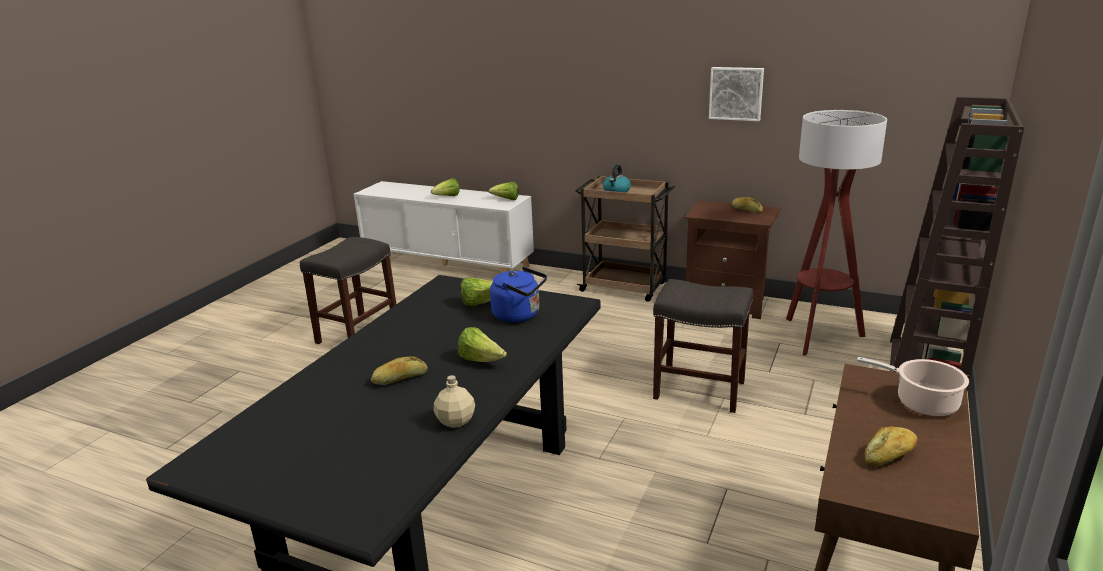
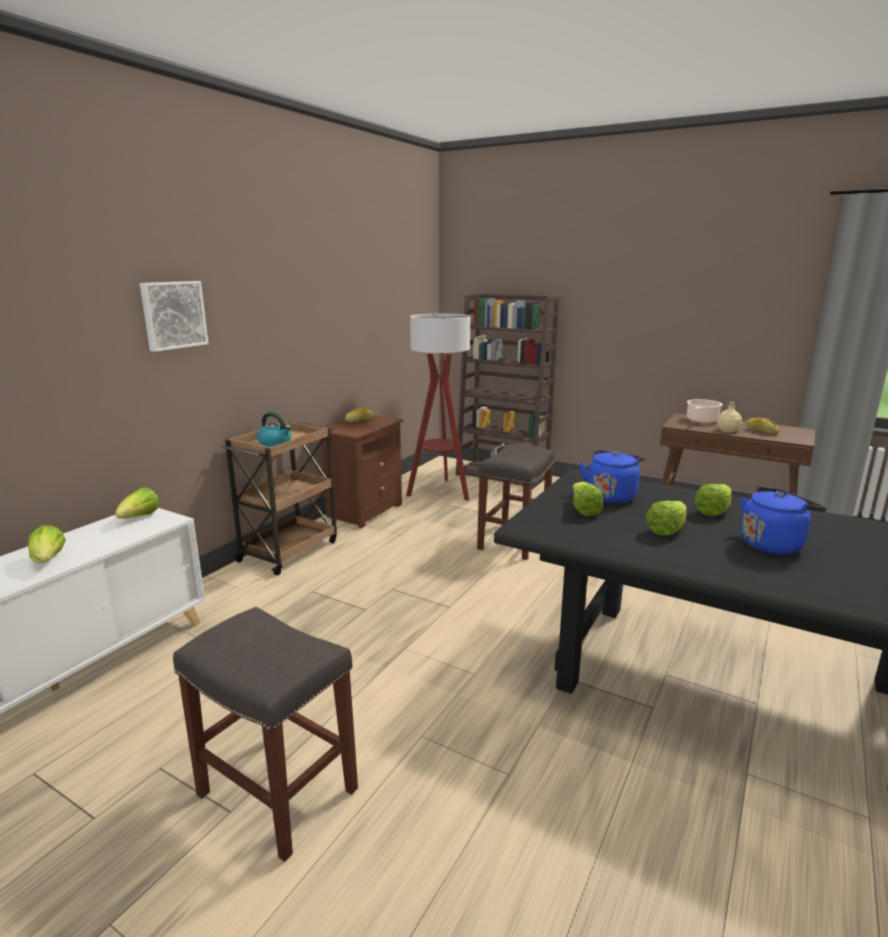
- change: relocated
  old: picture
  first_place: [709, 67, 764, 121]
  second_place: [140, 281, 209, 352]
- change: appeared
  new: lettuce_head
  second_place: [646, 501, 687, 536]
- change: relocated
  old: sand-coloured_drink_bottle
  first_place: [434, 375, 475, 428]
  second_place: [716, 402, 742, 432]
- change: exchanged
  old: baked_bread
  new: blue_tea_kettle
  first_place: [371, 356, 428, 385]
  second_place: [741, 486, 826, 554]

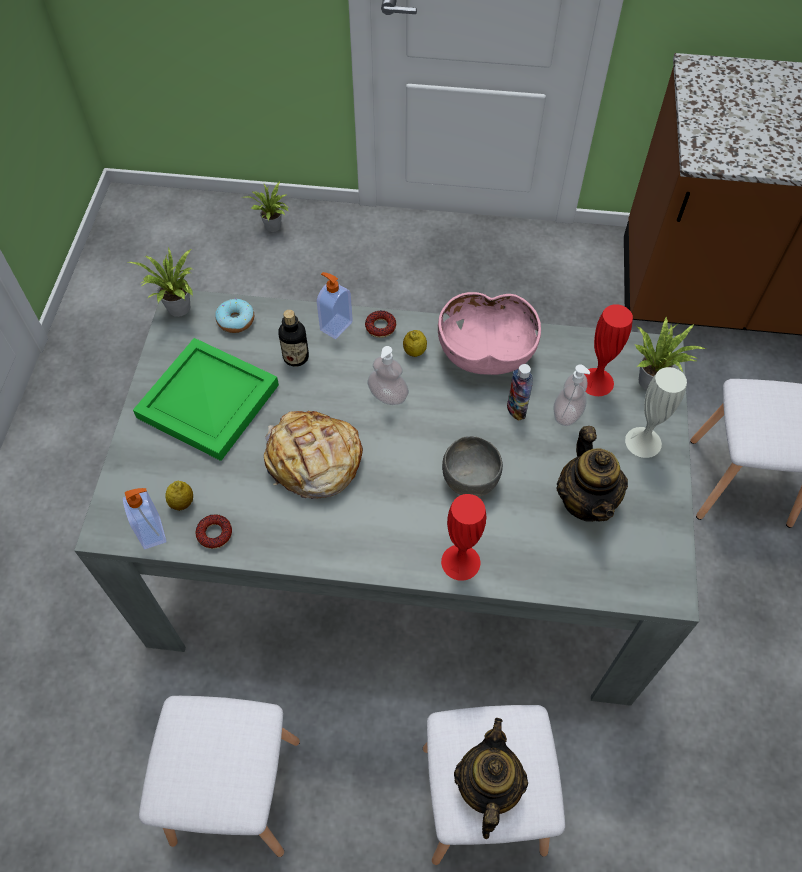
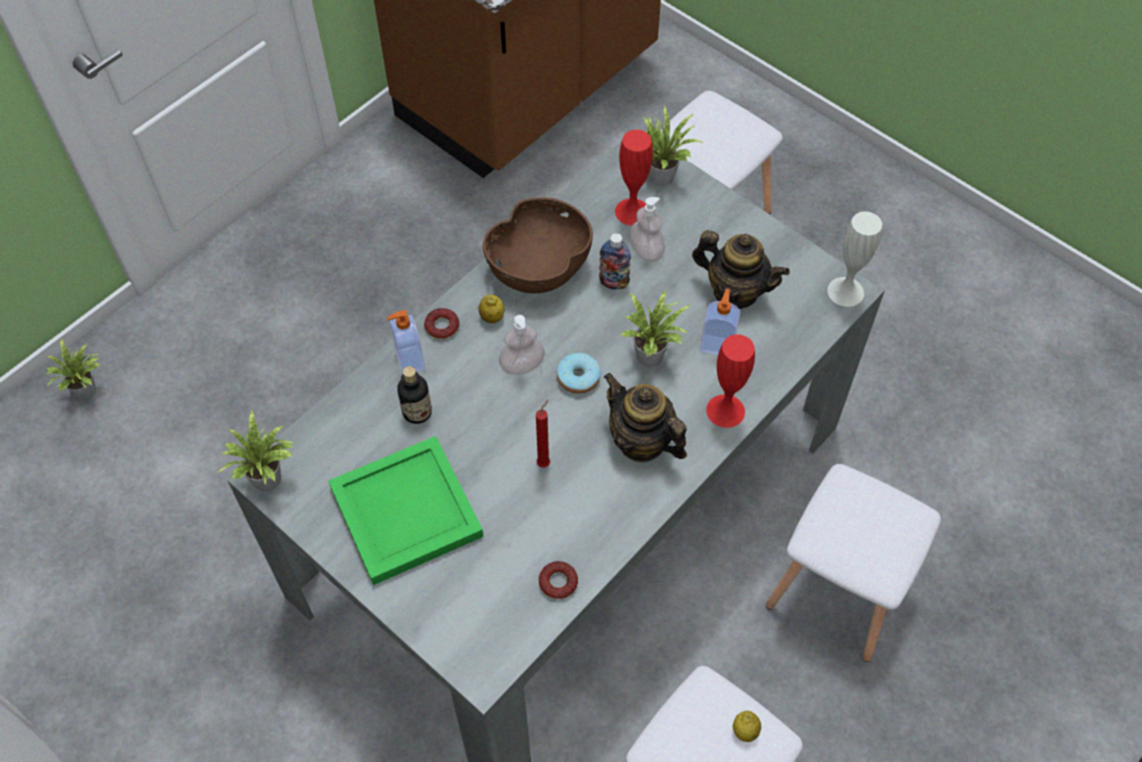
- change: colour
  old: pink_bowl
  new: brownish_bowl
  first_place: [438, 292, 541, 375]
  second_place: [483, 197, 593, 293]
- change: exchanged
  old: baked_bread
  new: reddish_wax_candle
  first_place: [264, 411, 363, 499]
  second_place: [536, 400, 550, 468]
- change: relocated
  old: ring_doughnut
  first_place: [216, 298, 254, 333]
  second_place: [557, 353, 601, 394]
- change: relocated
  old: teapot
  first_place: [454, 718, 528, 839]
  second_place: [604, 373, 687, 462]
- change: exchanged
  old: gray_bowl
  new: houseplant
  first_place: [442, 436, 503, 497]
  second_place: [620, 290, 691, 367]
- change: relocated
  old: soap_dispenser
  first_place: [123, 488, 166, 549]
  second_place: [700, 289, 741, 355]
- change: relocated
  old: lemon
  first_place: [165, 481, 193, 511]
  second_place: [733, 711, 761, 742]
- change: relocated
  old: whitish_decorative_vase
  first_place: [625, 367, 687, 458]
  second_place: [827, 211, 882, 307]

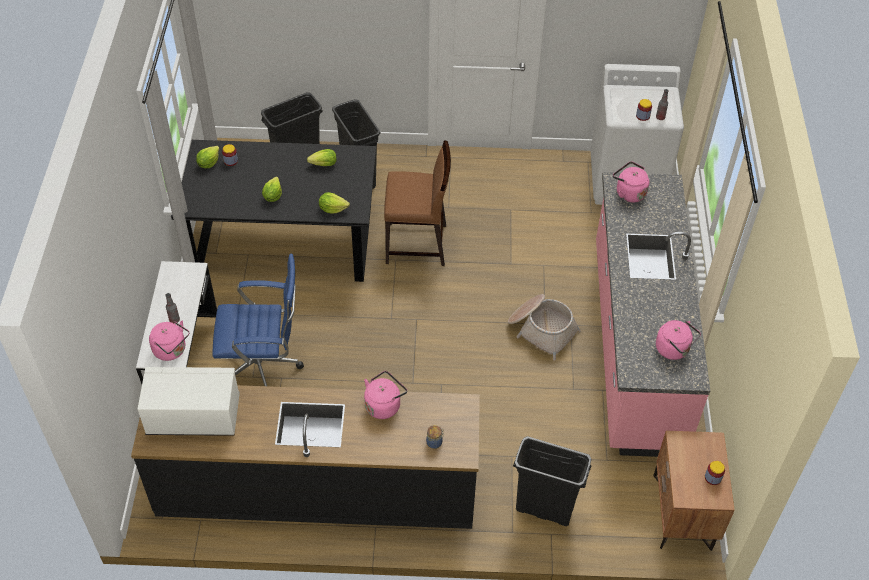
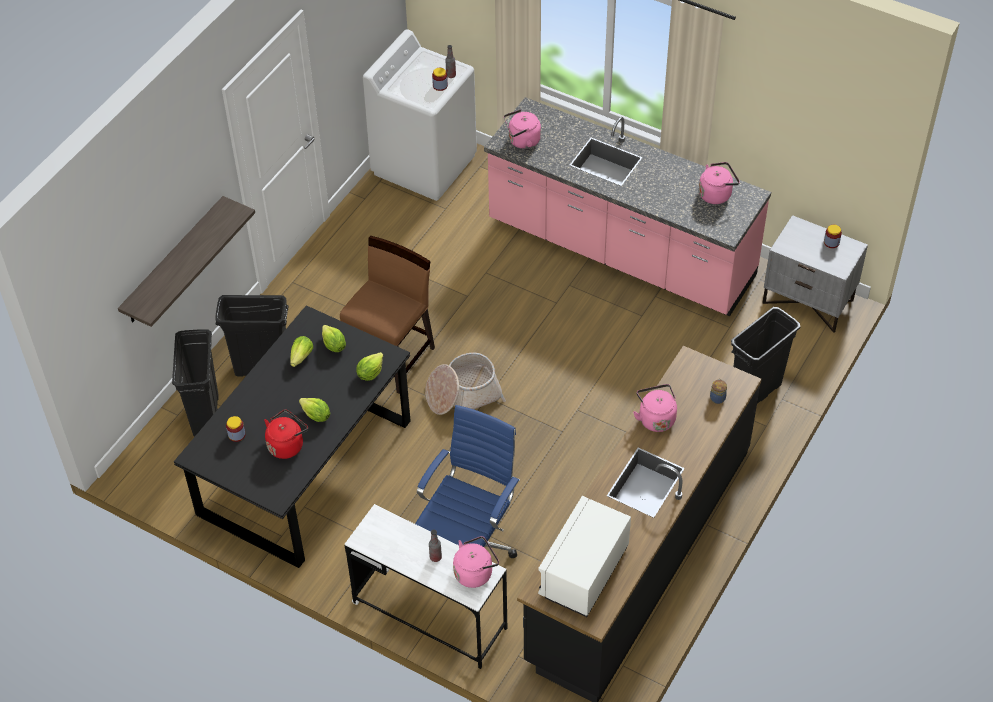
- change: appeared
  new: bracket_shelf
  second_place: [118, 196, 255, 327]
- change: appeared
  new: reddish_tea_kettle
  second_place: [264, 409, 308, 459]
- change: relocated
  old: lettuce_head
  first_place: [196, 146, 219, 168]
  second_place: [322, 325, 346, 352]
- change: relocated
  old: basket
  first_place: [508, 294, 581, 361]
  second_place: [425, 353, 506, 415]
- change: colour
  old: brownish_night_table
  new: gray_night_table
  first_place: [653, 431, 735, 551]
  second_place: [763, 215, 868, 333]

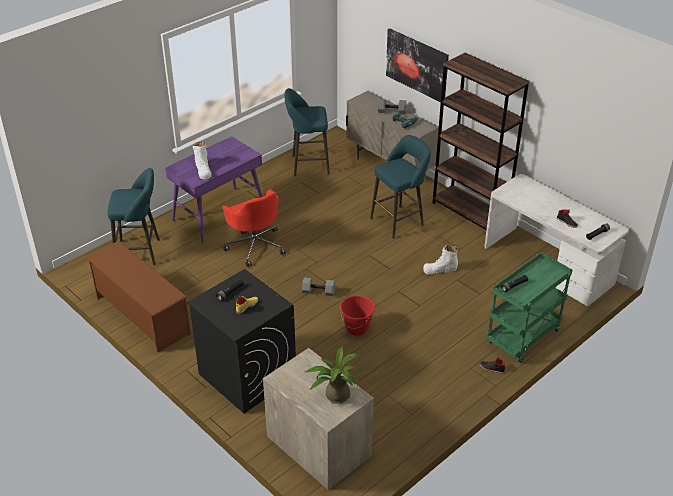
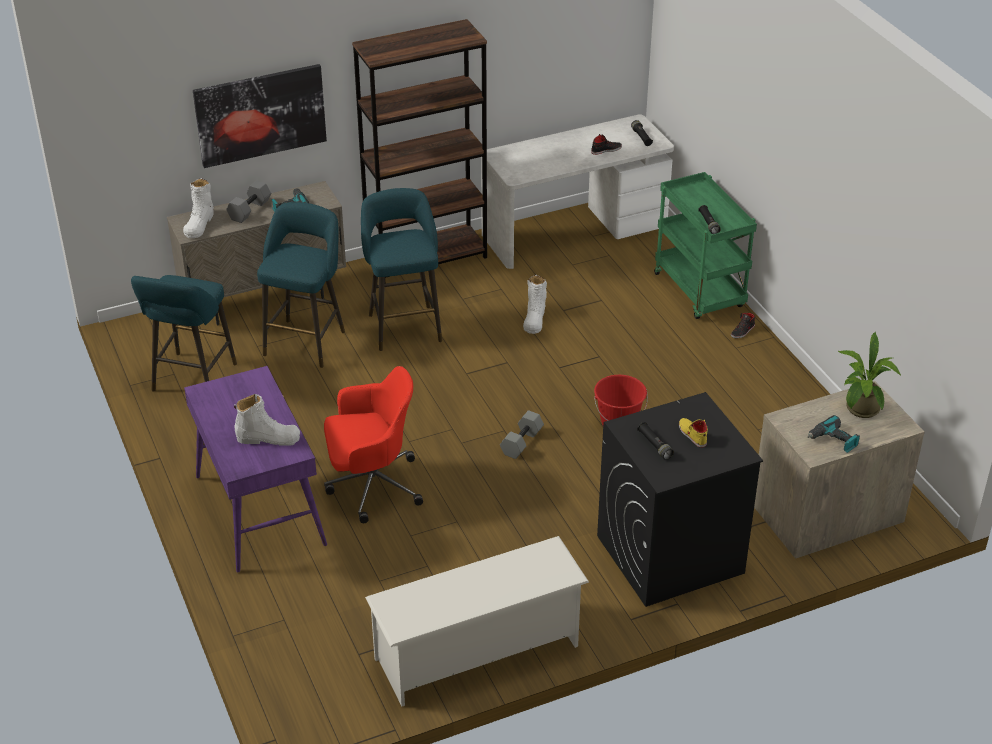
- change: appeared
  new: whitish_tall_boot
  second_place: [183, 178, 214, 238]
- change: relocated
  old: turquoise-coloured_stool_seat
  first_place: [107, 168, 160, 265]
  second_place: [257, 202, 345, 368]
- change: colour
  old: brownish_shoe_stand
  new: whitish_shoe_stand
  first_place: [86, 241, 191, 353]
  second_place: [365, 536, 589, 706]
- change: appeared
  new: electric_drill
  second_place: [807, 415, 860, 453]

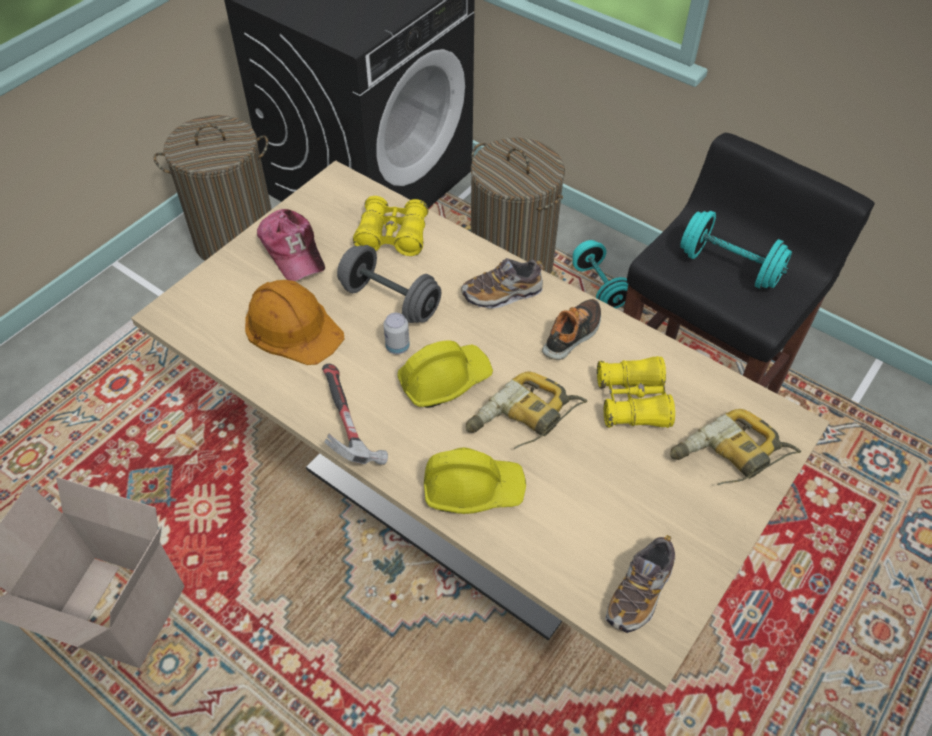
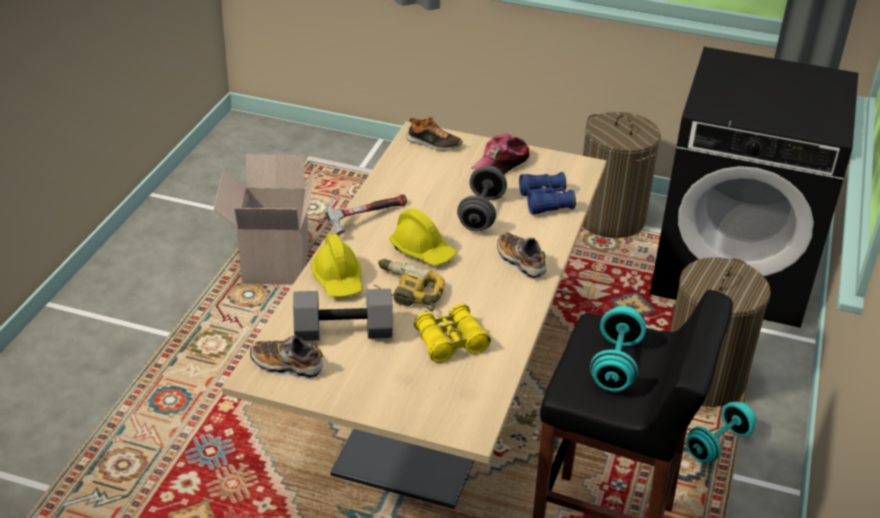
- change: appeared
  new: gray_dumbbell
  second_place: [293, 289, 393, 341]
- change: relocated
  old: shoe
  first_place: [542, 299, 601, 360]
  second_place: [406, 117, 463, 151]
- change: colour
  old: yellow-coloured_pair_of_binoculars
  new: blue_pair_of_binoculars
  first_place: [353, 196, 428, 256]
  second_place: [519, 172, 576, 215]
- change: missing
  old: orange_safety_helmet
  first_place: [245, 280, 344, 365]
- change: missing
  old: metal_can
  first_place: [383, 313, 410, 354]
- change: missing
  old: electric_drill
  first_place: [670, 409, 801, 485]

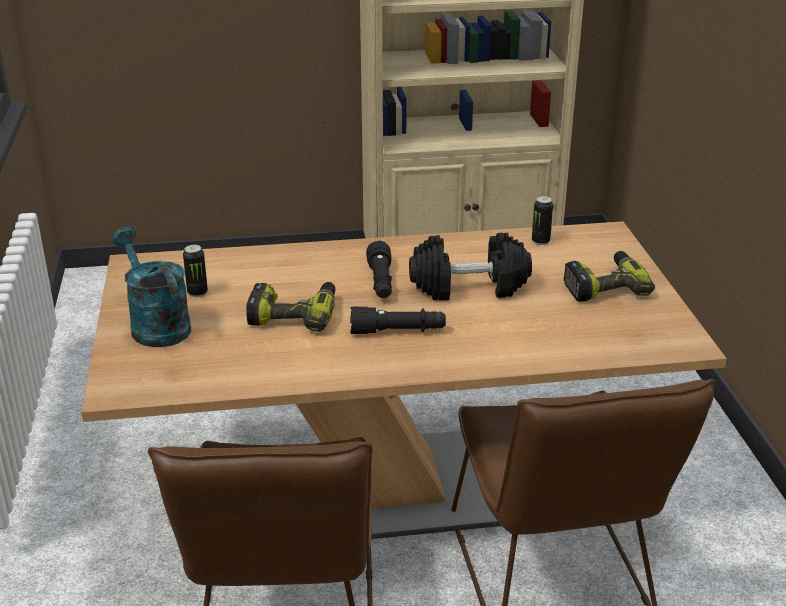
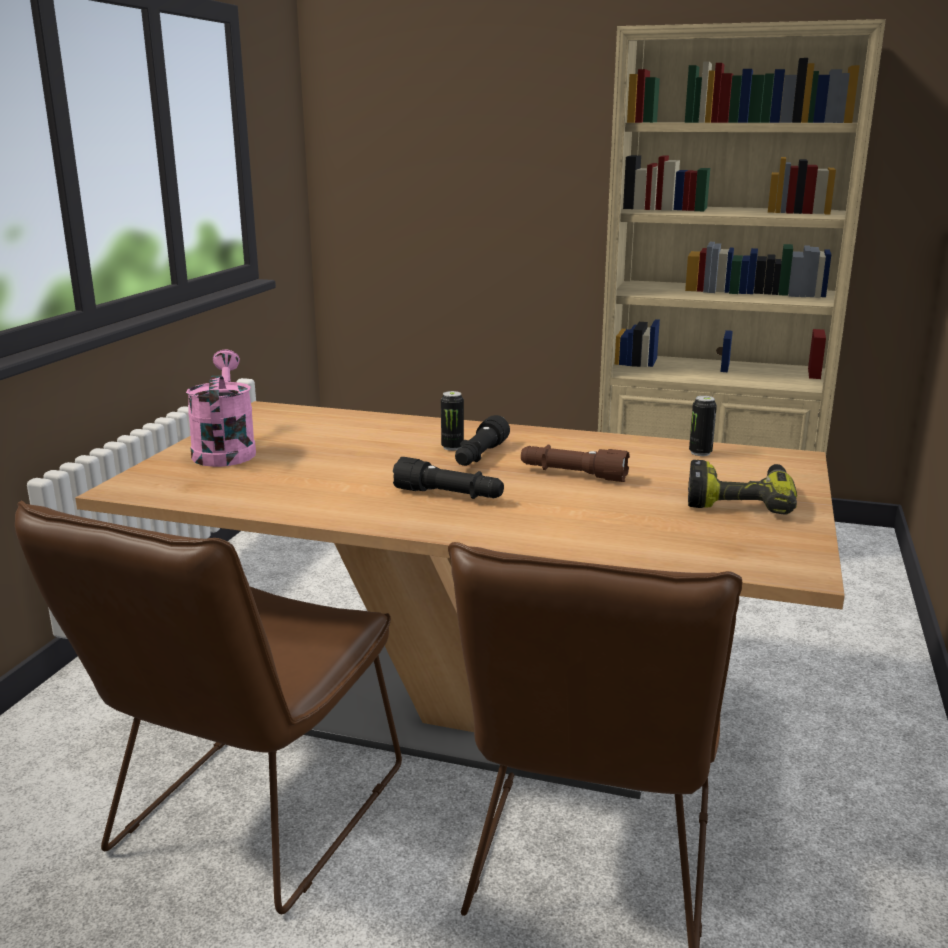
- change: colour
  old: turquoise-coloured_watering_pot
  new: pink_watering_pot
  first_place: [111, 227, 191, 347]
  second_place: [186, 349, 256, 467]
- change: relocated
  old: metal_can
  first_place: [183, 245, 208, 298]
  second_place: [441, 391, 464, 451]
- change: exchanged
  old: black_dumbbell
  new: brownish_torch
  first_place: [409, 233, 532, 300]
  second_place: [521, 445, 630, 482]
- change: missing
  old: electric_drill
  first_place: [246, 282, 335, 332]

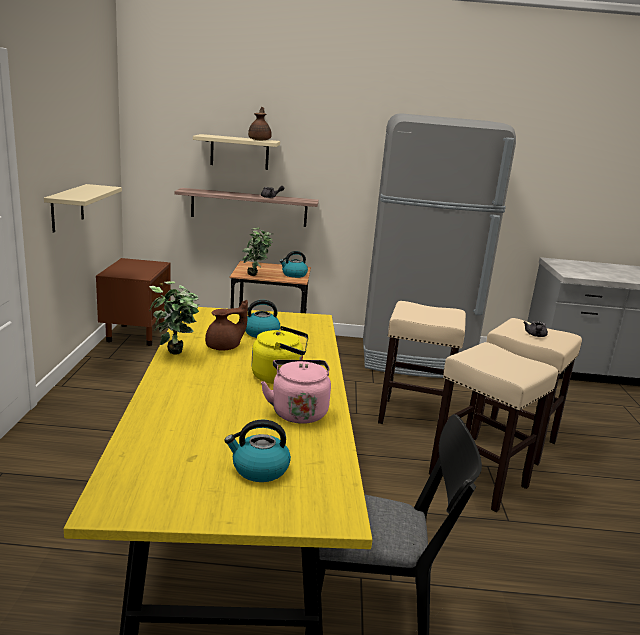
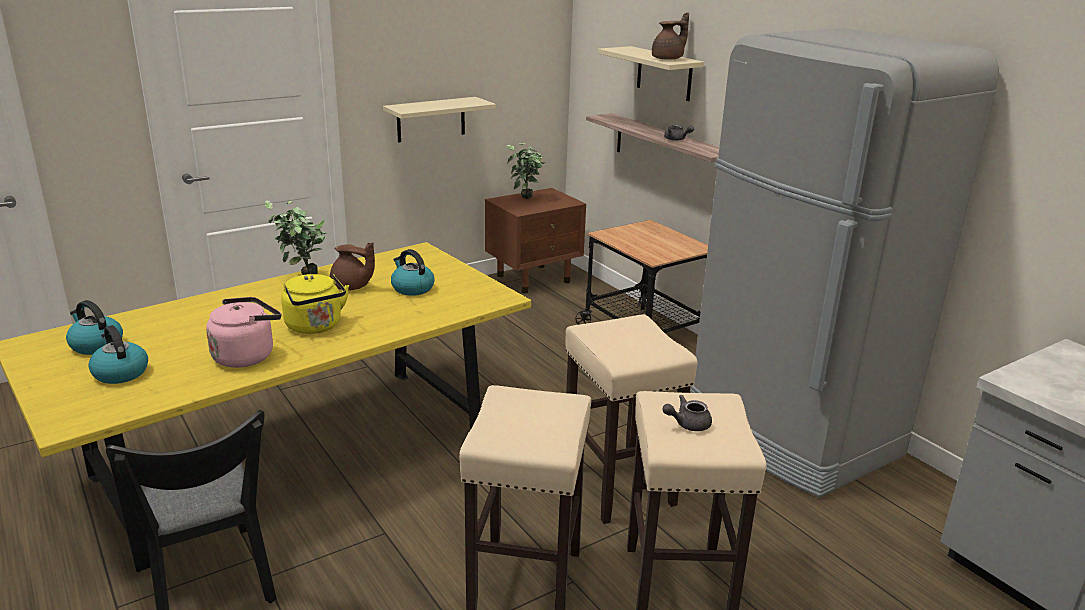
- change: relocated
  old: tea_kettle
  first_place: [280, 251, 308, 278]
  second_place: [66, 300, 123, 355]
- change: relocated
  old: houseplant
  first_place: [242, 228, 273, 276]
  second_place: [507, 143, 545, 199]

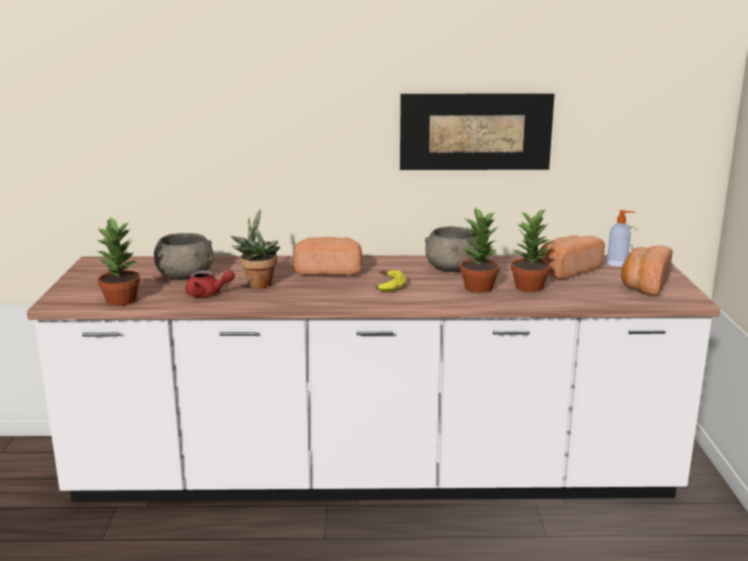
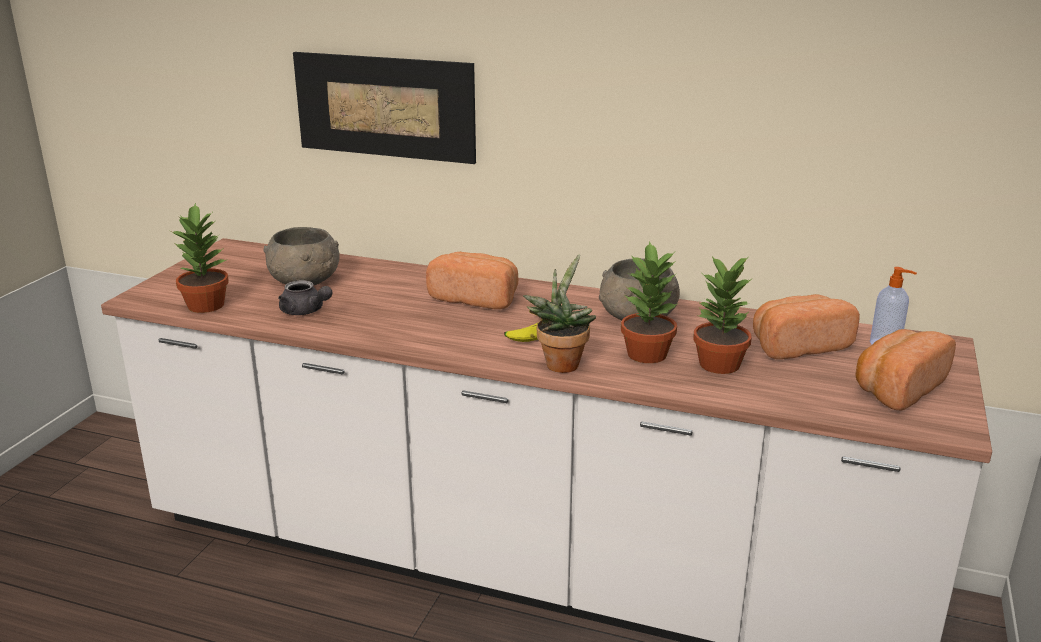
- change: colour
  old: reddish_teapot
  new: gray_teapot
  first_place: [185, 270, 235, 297]
  second_place: [278, 280, 333, 315]
- change: relocated
  old: picture
  first_place: [400, 93, 555, 170]
  second_place: [293, 52, 476, 164]
- change: relocated
  old: houseplant
  first_place: [231, 209, 280, 288]
  second_place: [523, 254, 596, 373]

